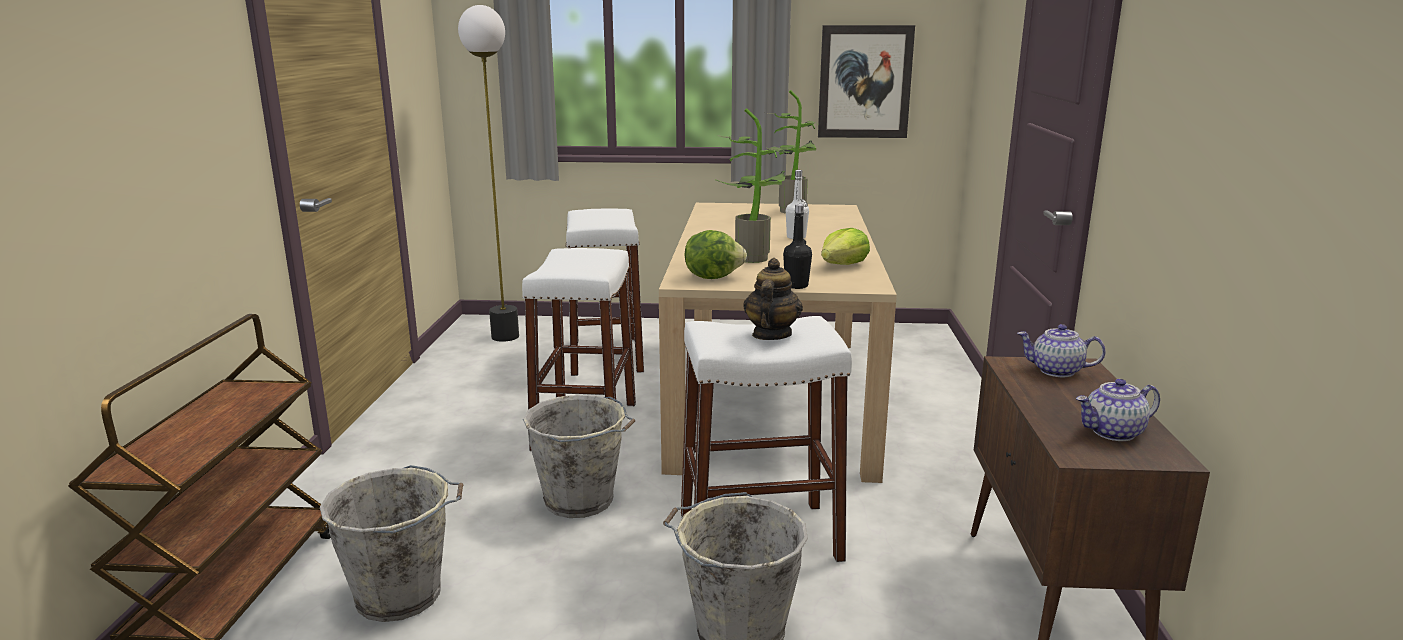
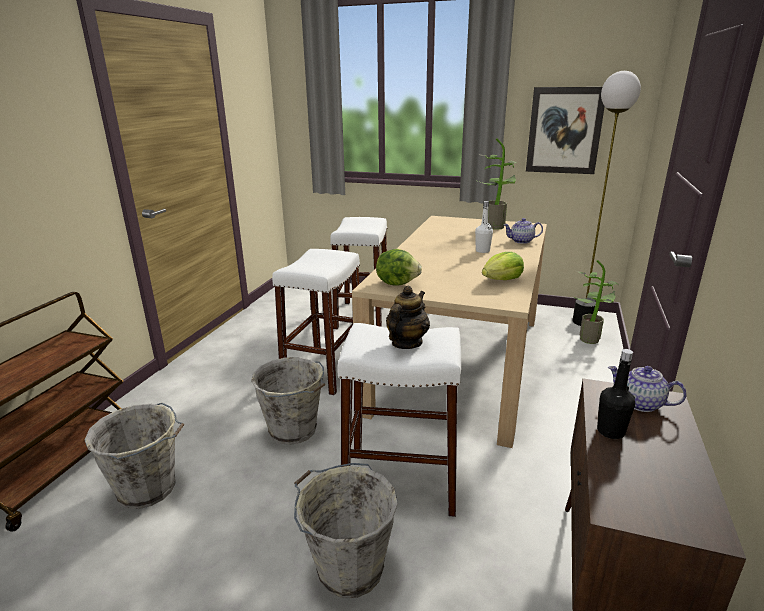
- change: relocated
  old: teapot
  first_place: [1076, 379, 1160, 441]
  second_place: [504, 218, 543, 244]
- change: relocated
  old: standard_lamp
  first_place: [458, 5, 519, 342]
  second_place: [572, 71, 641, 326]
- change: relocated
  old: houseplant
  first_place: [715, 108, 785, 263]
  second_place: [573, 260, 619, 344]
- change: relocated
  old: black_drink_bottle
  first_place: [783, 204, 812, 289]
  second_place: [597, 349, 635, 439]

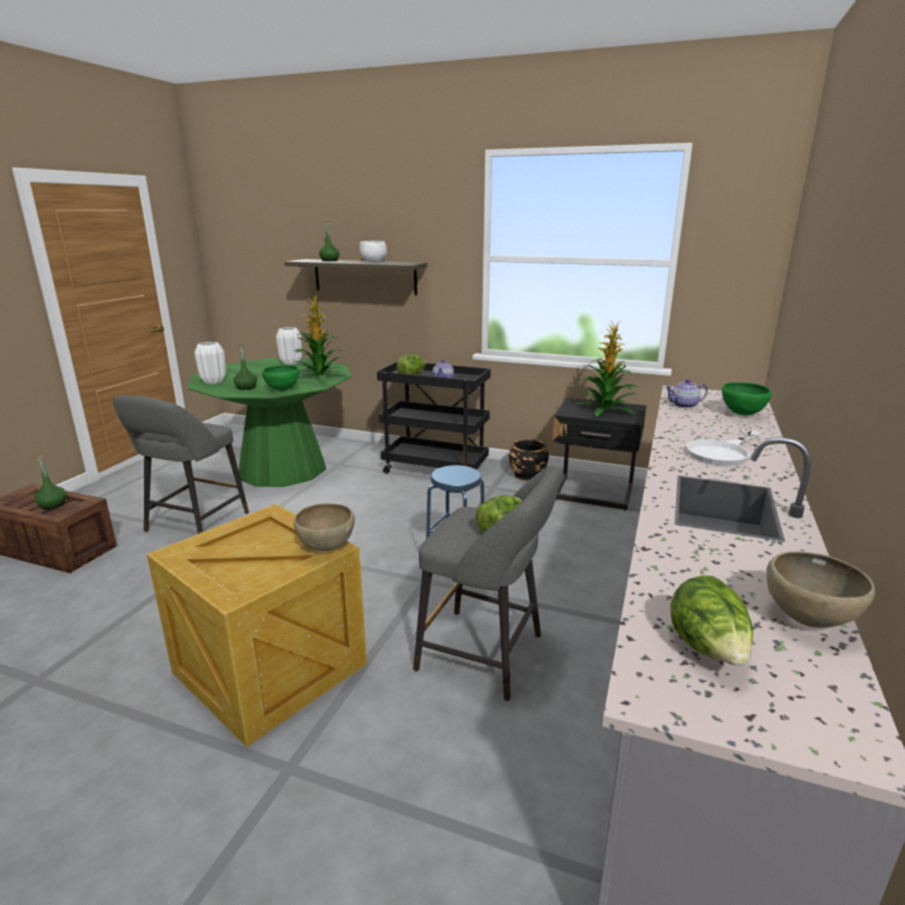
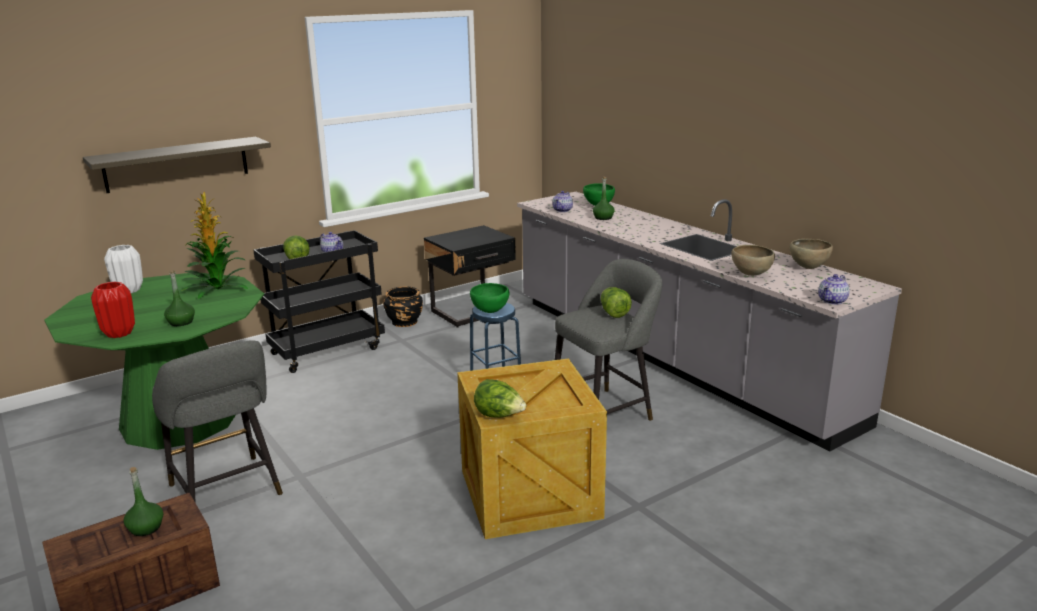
- change: colour
  old: whitish_decorative_vase
  new: reddish_decorative_vase
  first_place: [194, 342, 226, 384]
  second_place: [91, 282, 135, 338]
- change: relocated
  old: green_bowl
  first_place: [262, 365, 299, 391]
  second_place: [470, 283, 510, 313]
- change: relocated
  old: lettuce_head
  first_place: [670, 575, 753, 666]
  second_place: [474, 379, 526, 417]
- change: relocated
  old: green_drink_bottle
  first_place: [319, 219, 340, 261]
  second_place: [593, 177, 615, 220]
- change: relocated
  old: brownish_bowl
  first_place: [294, 503, 355, 551]
  second_place: [731, 245, 775, 276]
- change: appeared
  new: teapot
  second_place: [818, 274, 850, 305]
- change: missing
  old: whitish_bowl
  first_place: [359, 241, 387, 263]
- change: missing
  old: houseplant
  first_place: [577, 323, 639, 416]
- change: missing
  old: whitish_pan
  first_place: [687, 430, 761, 466]

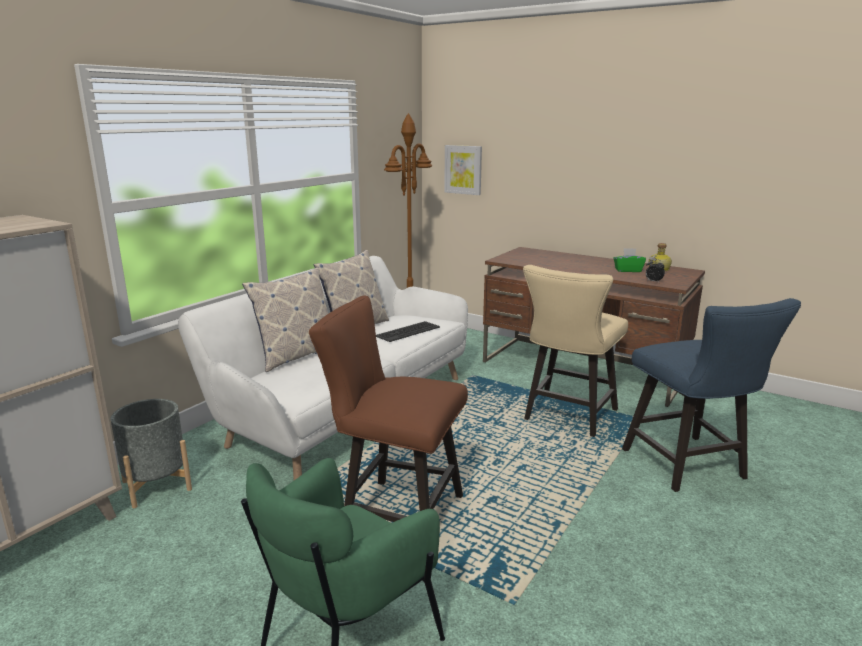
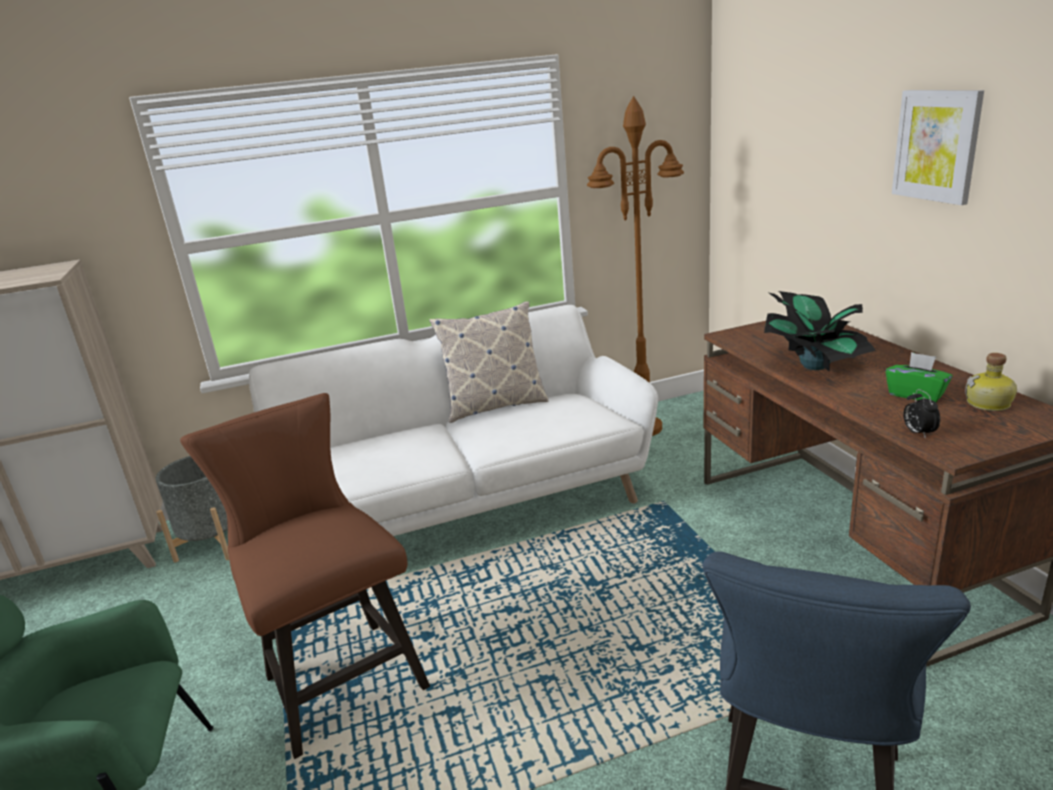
- change: appeared
  new: houseplant
  second_place: [764, 291, 876, 371]
- change: relocated
  old: picture
  first_place: [444, 145, 482, 195]
  second_place: [892, 90, 984, 205]
- change: missing
  old: pillow
  first_place: [242, 268, 328, 372]
- change: missing
  old: keyboard
  first_place: [376, 321, 440, 342]
- change: missing
  old: sand-coloured_upright_chair
  first_place: [523, 265, 628, 437]

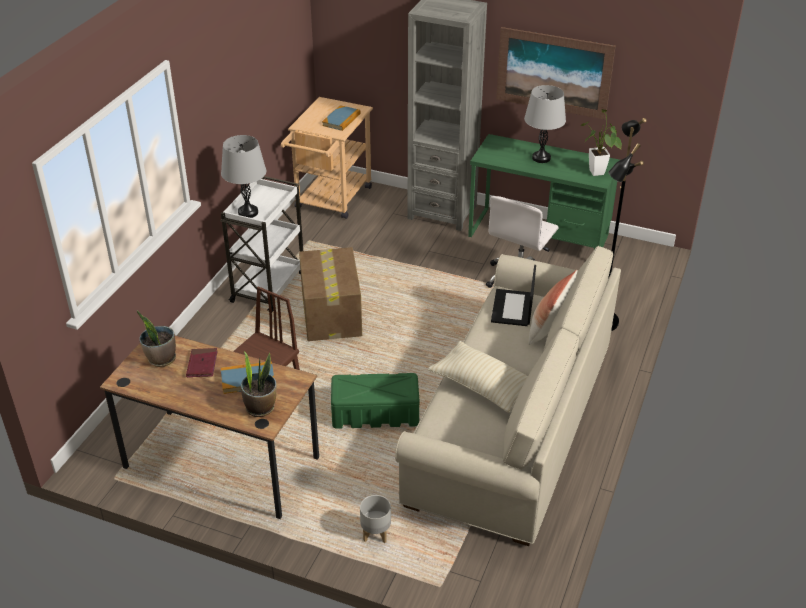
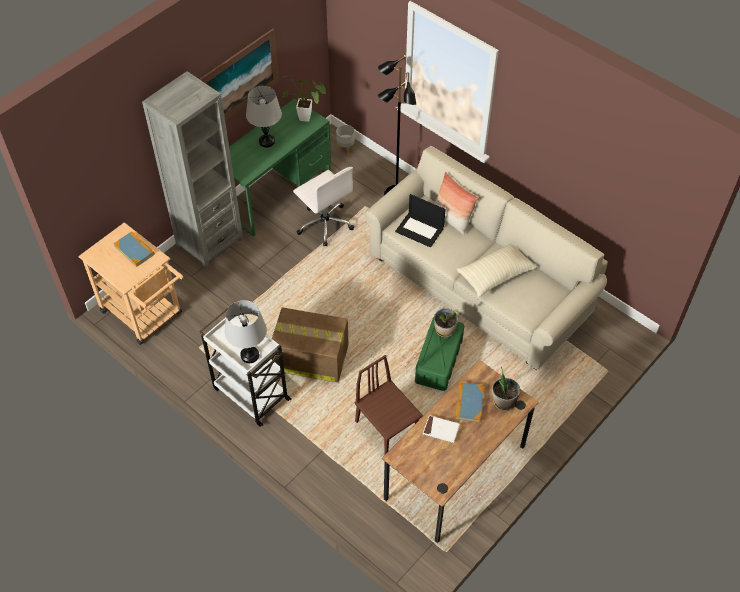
- change: relocated
  old: gray_flower_pot
  first_place: [360, 495, 391, 543]
  second_place: [336, 125, 355, 155]
- change: colour
  old: reddish_volume
  new: whitish_volume
  first_place: [186, 348, 218, 377]
  second_place: [423, 415, 460, 443]
- change: relocated
  old: houseplant
  first_place: [137, 311, 176, 367]
  second_place: [434, 308, 458, 337]

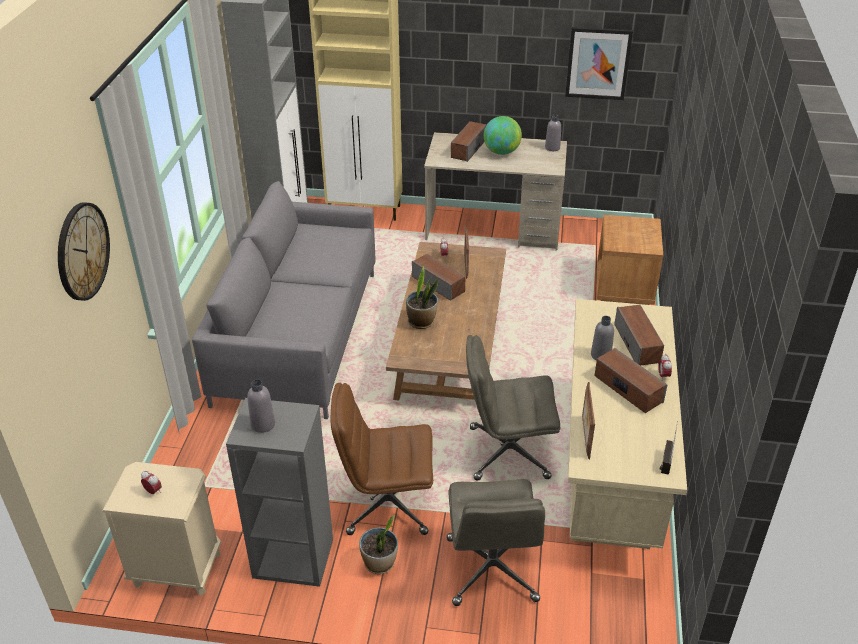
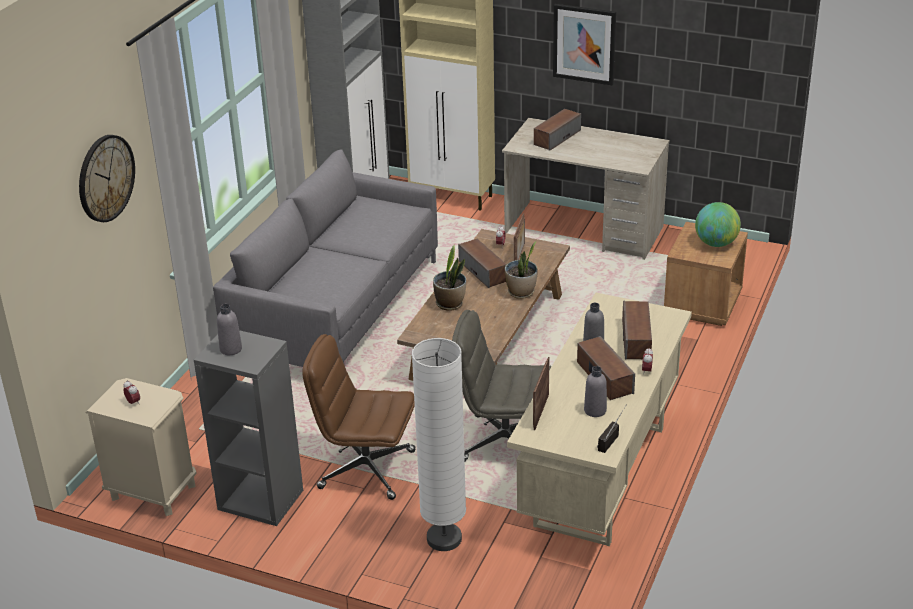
- change: exchanged
  old: gray_desk_chair
  new: whitish_standard_lamp
  first_place: [447, 479, 545, 606]
  second_place: [412, 338, 466, 551]
- change: relocated
  old: houseplant
  first_place: [359, 515, 398, 574]
  second_place: [505, 241, 538, 299]
- change: relocated
  old: picture
  first_place: [565, 27, 633, 100]
  second_place: [553, 4, 616, 85]
- change: relocated
  old: gray_drink_bottle
  first_place: [545, 115, 561, 151]
  second_place: [584, 366, 607, 417]
- change: relocated
  old: globe
  first_place: [484, 116, 522, 155]
  second_place: [695, 202, 741, 247]

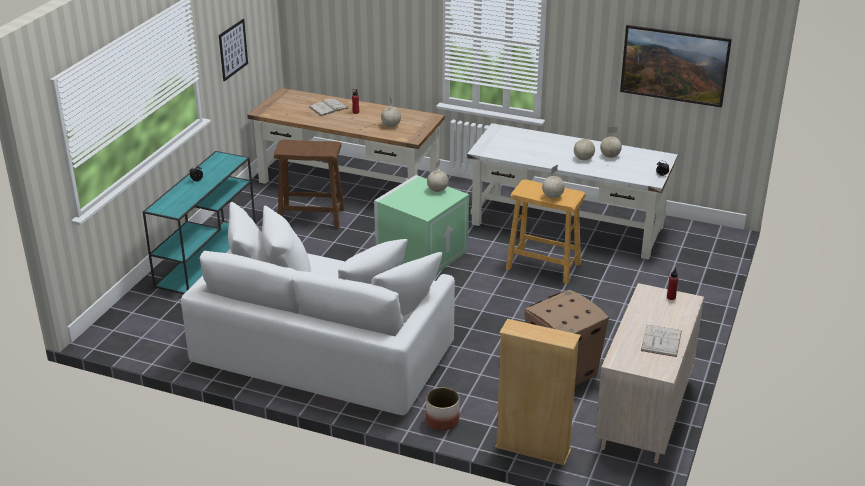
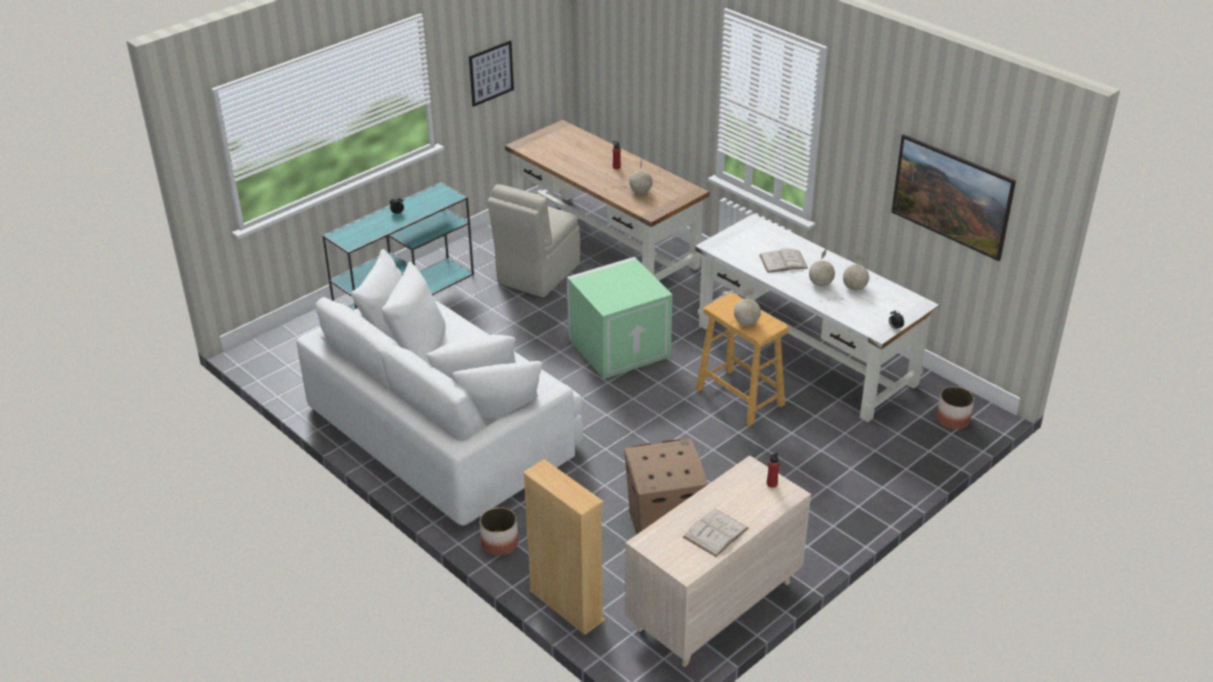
- change: exchanged
  old: brownish_stool_seat
  new: sand-coloured_upright_chair
  first_place: [274, 140, 344, 229]
  second_place: [487, 184, 580, 297]
- change: relocated
  old: whitish_volume
  first_place: [309, 99, 349, 116]
  second_place: [759, 248, 808, 273]
- change: appeared
  new: flower_pot
  second_place: [936, 387, 974, 429]
- change: missing
  old: globe
  first_place: [427, 159, 449, 192]

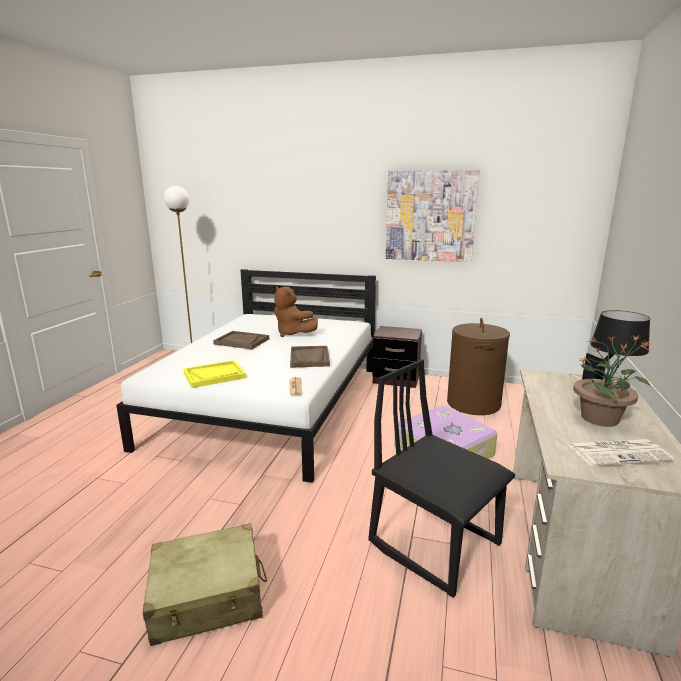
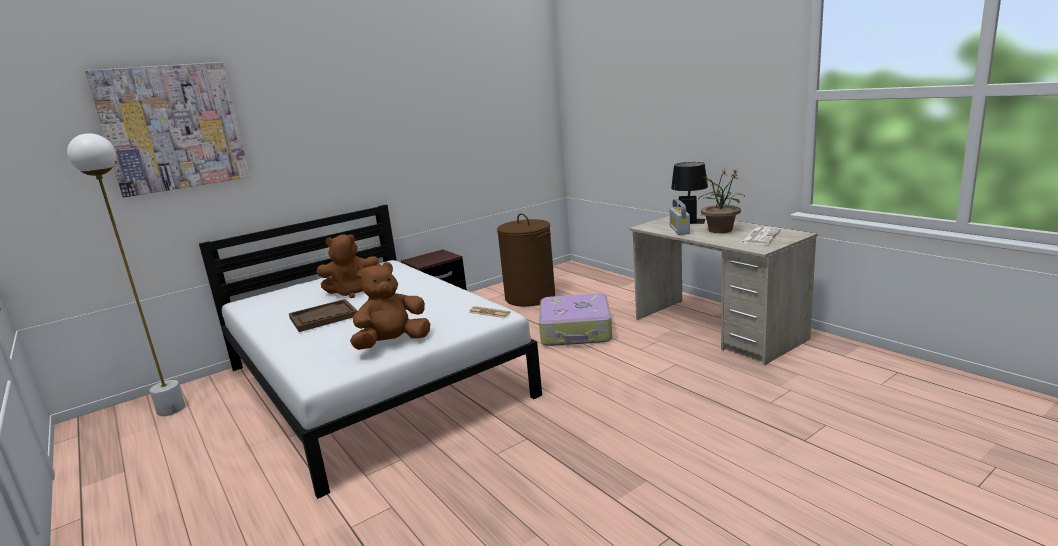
- change: relocated
  old: picture
  first_place: [386, 170, 479, 262]
  second_place: [85, 62, 250, 197]
- change: exchanged
  old: yellow-coloured_carrying_tray
  new: brownish_plush_toy
  first_place: [183, 360, 246, 388]
  second_place: [350, 262, 430, 350]
- change: appeared
  new: radio_receiver
  second_place: [670, 199, 690, 235]
- change: missing
  old: sand-coloured_travel_case
  first_place: [143, 523, 267, 646]
- change: missing
  old: brownish_carrying_tray
  first_place: [290, 346, 330, 368]
- change: missing
  old: black_upright_chair
  first_place: [368, 359, 515, 598]

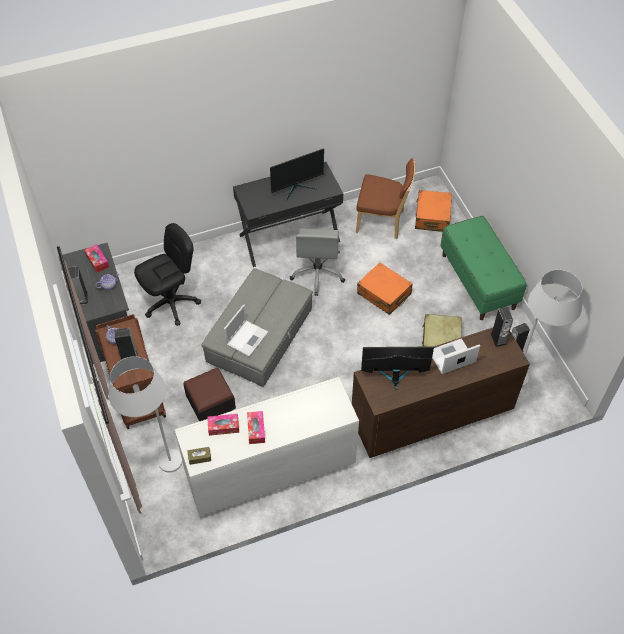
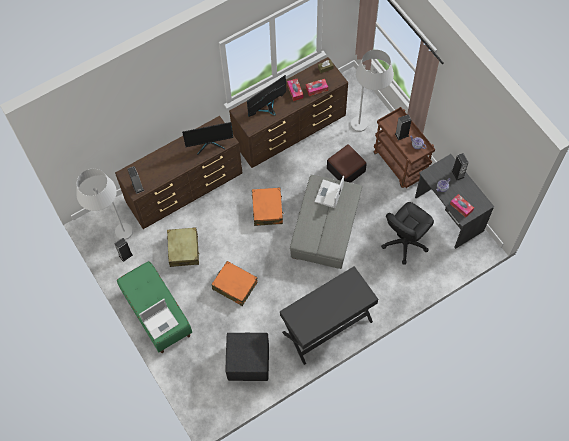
- change: relocated
  old: notebook_computer
  first_place: [432, 338, 480, 374]
  second_place: [139, 299, 179, 340]
- change: exchanged
  old: brownish_upright_chair
  new: black_ottoman
  first_place: [356, 158, 416, 239]
  second_place: [225, 333, 269, 381]
- change: colour
  old: whitish_chest_of_drawers
  new: brownish_chest_of_drawers
  first_place: [175, 377, 359, 516]
  second_place: [229, 57, 348, 168]
- change: relocated
  old: computer_display
  first_place: [270, 148, 324, 201]
  second_place: [247, 75, 286, 117]
- change: relocated
  old: orange_travel_case
  first_place: [415, 190, 452, 232]
  second_place: [252, 188, 284, 226]
- change: missing
  old: gray_desk_chair
  first_place: [290, 228, 345, 296]

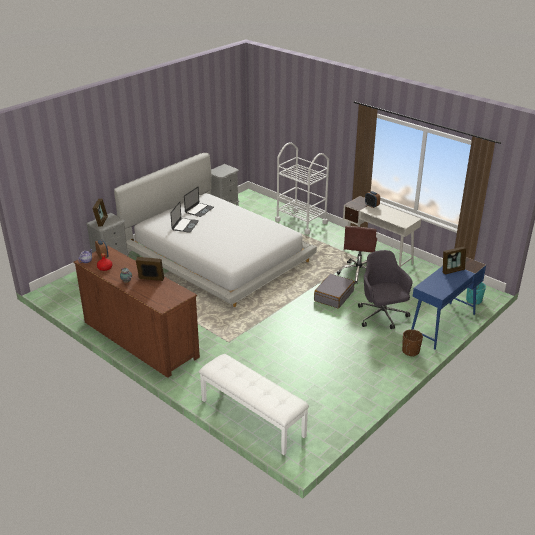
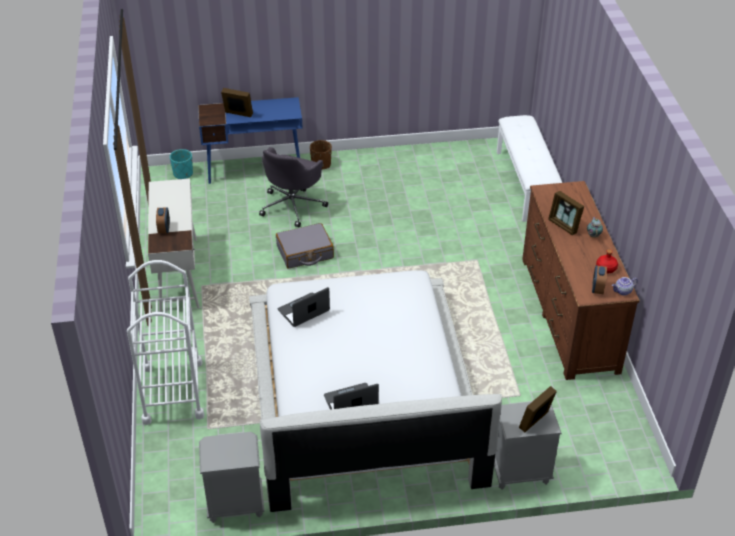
- change: relocated
  old: notebook_computer
  first_place: [170, 202, 199, 233]
  second_place: [278, 287, 330, 327]
- change: missing
  old: brownish_desk_chair
  first_place: [337, 226, 377, 284]

